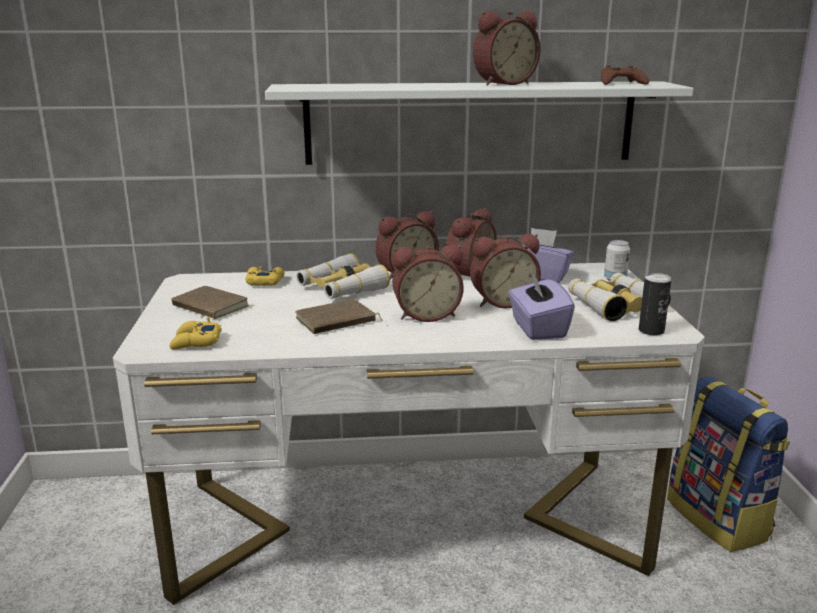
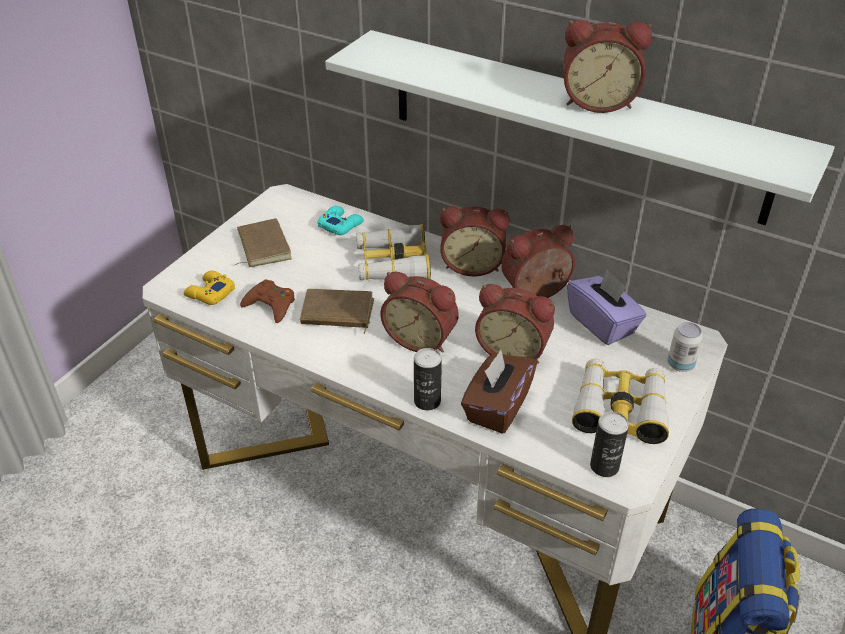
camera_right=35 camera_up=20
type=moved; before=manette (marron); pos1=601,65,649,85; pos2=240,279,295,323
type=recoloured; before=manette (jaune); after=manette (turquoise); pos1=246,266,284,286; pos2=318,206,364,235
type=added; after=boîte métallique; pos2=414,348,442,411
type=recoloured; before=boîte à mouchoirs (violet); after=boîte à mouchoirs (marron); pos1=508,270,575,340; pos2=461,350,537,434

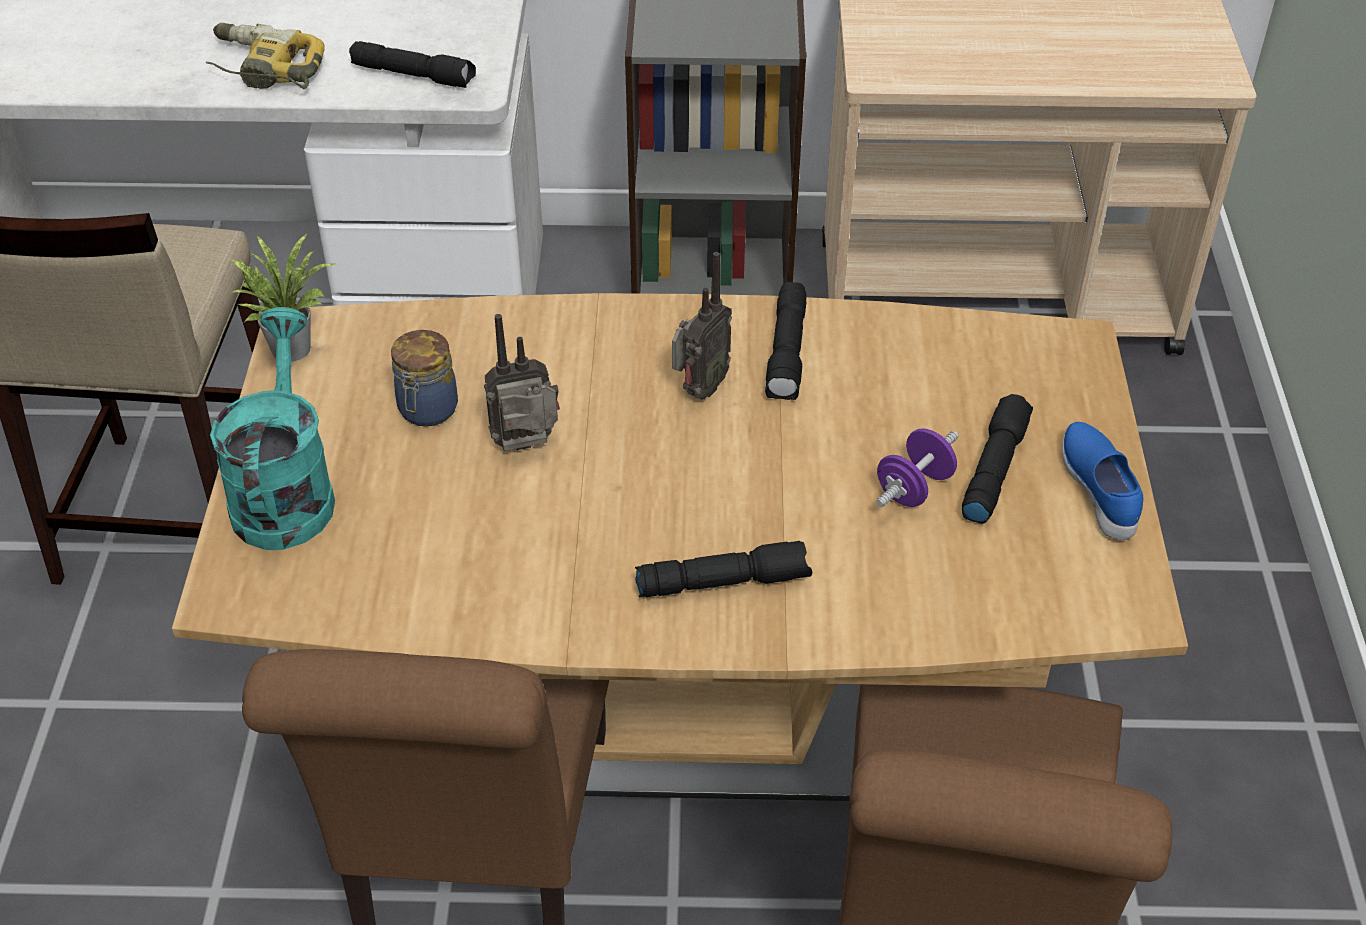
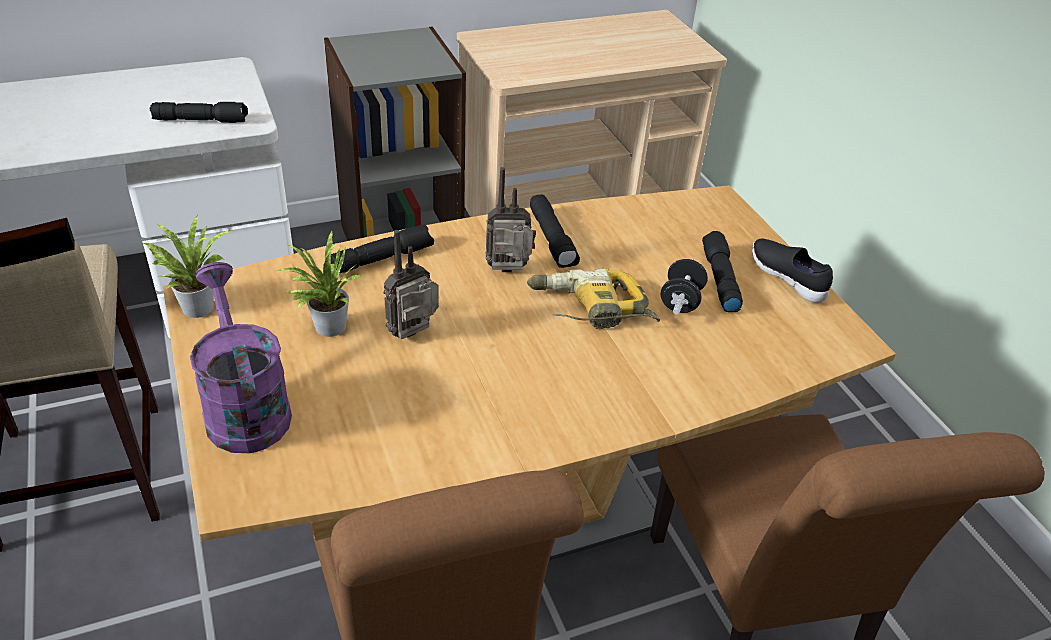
camera_right=-25 camera_up=-5
type=recoloured; before=arrosoir (turquoise); after=arrosoir (violet); pos1=210,307,335,550; pos2=190,262,292,453
type=replaced; before=bocal; after=plante en pot; pos1=391,330,458,427; pos2=277,231,363,337
type=moved; before=lampe de poche (noir); pos1=635,541,812,597; pos2=331,224,434,274
type=turned; before=radio; pos1=672,252,732,399; pos2=485,167,536,272; turn=-105
type=moved; before=perceuse; pos1=206,23,325,89; pos2=527,268,660,329
type=recoloured; before=haltère (violet); after=haltère (noir); pos1=876,428,958,507; pos2=661,259,708,315
type=recoloured; before=chaussure (bleu); after=chaussure (noir); pos1=1062,422,1143,541; pos2=752,239,833,303

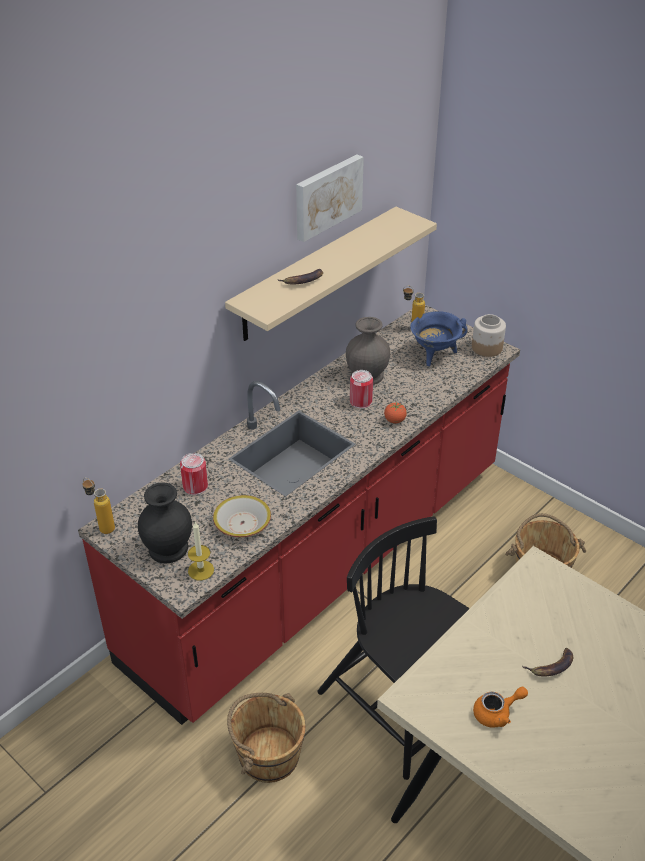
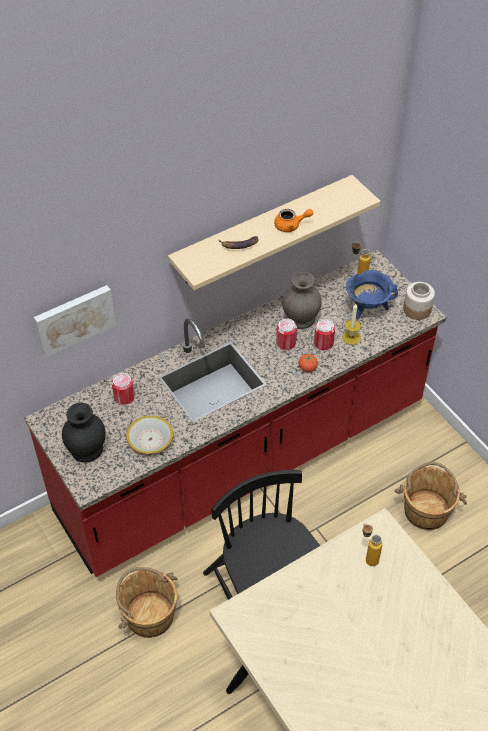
camera_right=15 camera_up=10
type=moved; before=tableau; pos1=296,155,364,242; pos2=34,285,116,358
type=moved; before=théière (orange); pos1=473,687,528,728; pos2=274,209,313,232
type=added; after=boîte métallique; pos2=314,319,335,351
type=moved; before=bougie; pos1=188,522,214,580; pos2=342,304,361,345
type=moved; before=bouteille; pos1=82,478,115,534; pos2=363,523,382,566
type=removed; before=banane; pos1=522,648,573,677

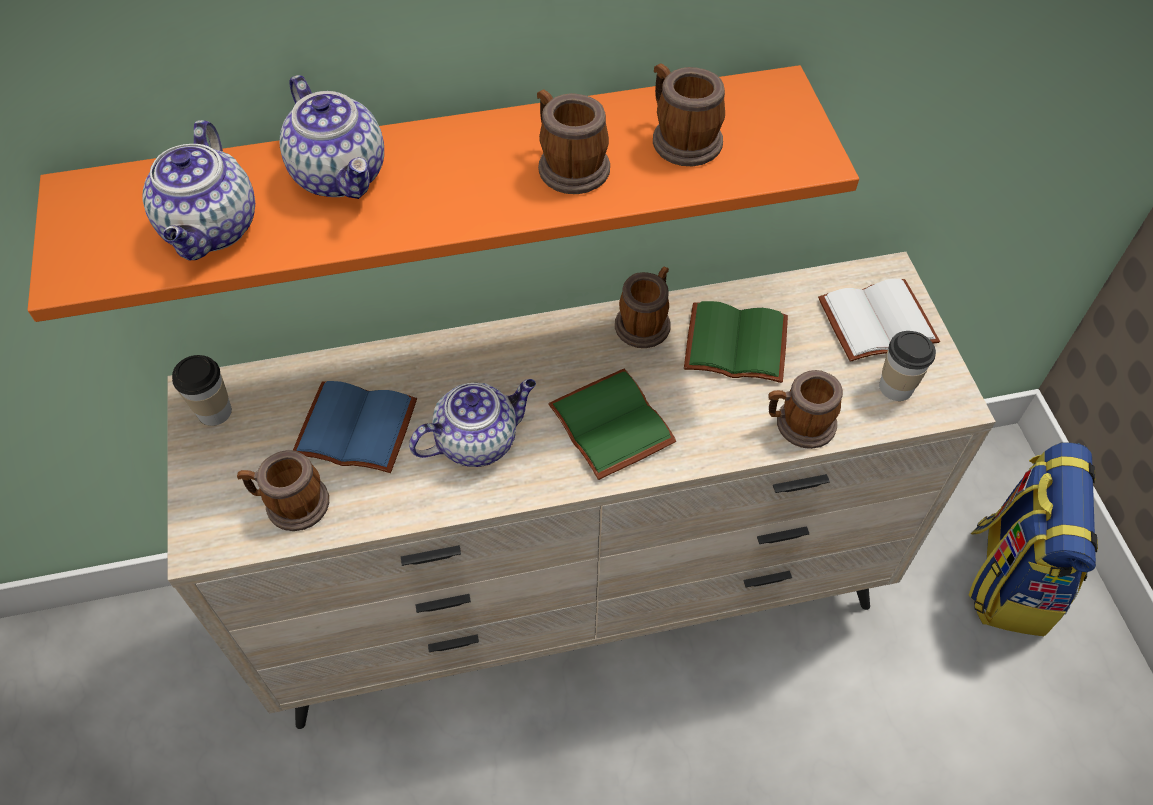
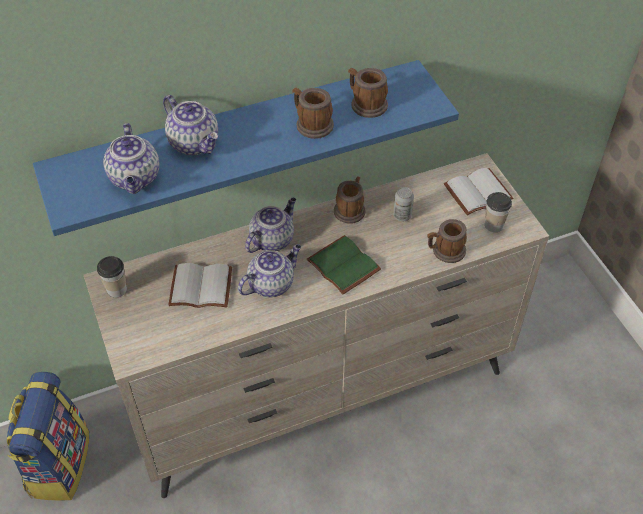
camera_right=-10 camera_up=-5
type=moved; before=sac à dos; pos1=968,442,1098,636; pos2=7,372,89,501
type=recoloured; before=étagère (orange); after=étagère (bleu); pos1=28,65,859,322; pos2=33,60,459,236
type=recoloured; before=livre (bleu); after=livre (blanc); pos1=293,381,417,473; pos2=168,263,232,308
type=added; after=théière; pos2=245,198,296,253
type=replaced; before=livre (vert); after=boîte métallique; pos1=684,301,788,383; pos2=393,187,414,221
type=removed; before=mug; pos1=237,450,329,531

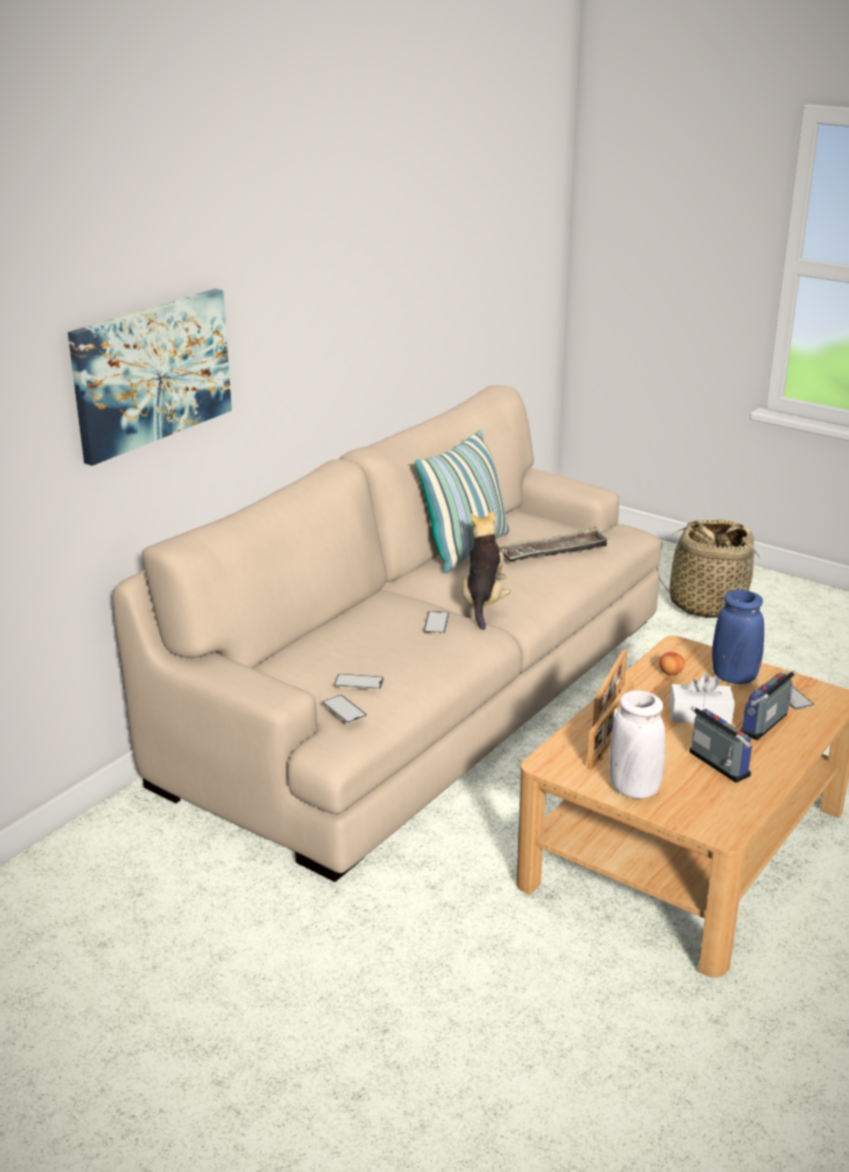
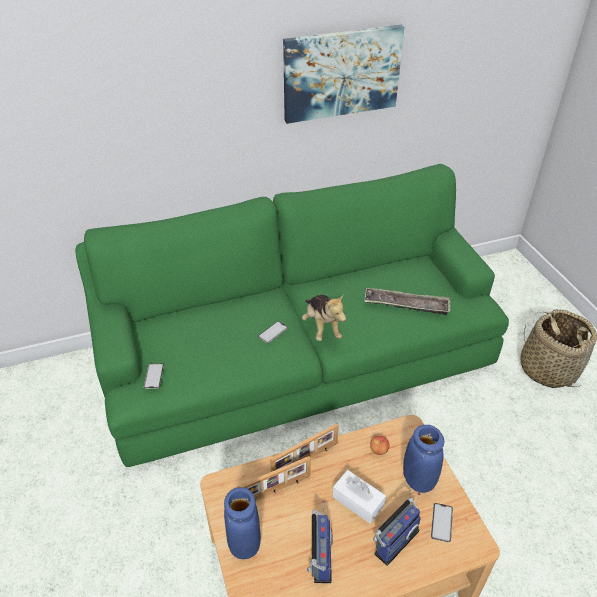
camera_right=35 camera_up=15
type=recoloured; before=canapé (beige); after=canapé (vert); pos1=113,385,662,882; pos2=75,164,509,467
type=recoloured; before=vase (blanc); after=vase (bleu); pos1=609,690,665,799; pos2=224,487,261,559
type=moved; before=tableau; pos1=68,289,232,466; pos2=283,25,405,124
type=turned; before=peluche; pos1=462,511,511,630; pos2=302,295,346,341; turn=120
type=turned; before=radio; pos1=740,664,797,740; pos2=373,493,421,566; turn=150
type=removed; before=téléphone; pos1=334,674,384,690
type=removed; before=coussin; pos1=415,429,510,574

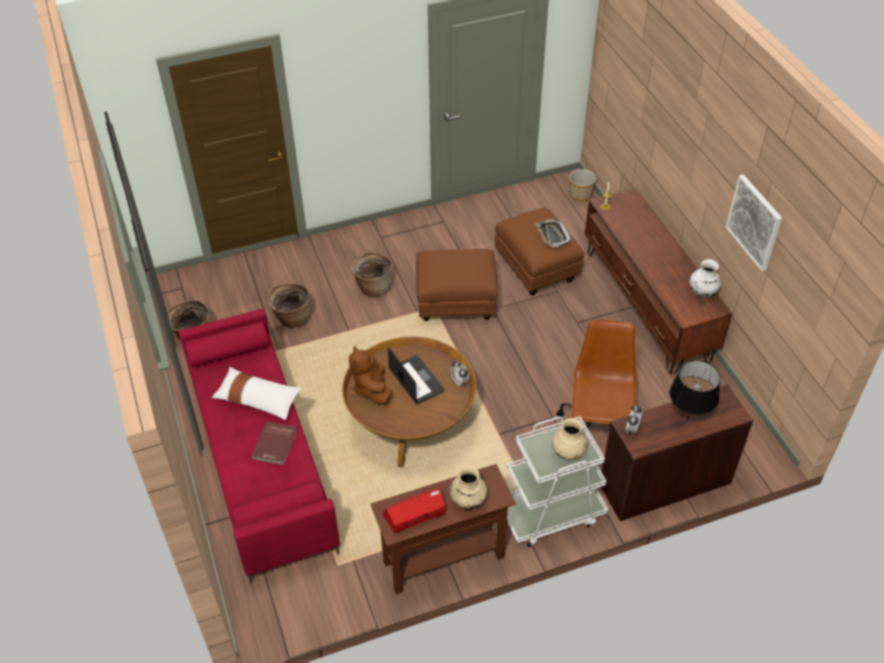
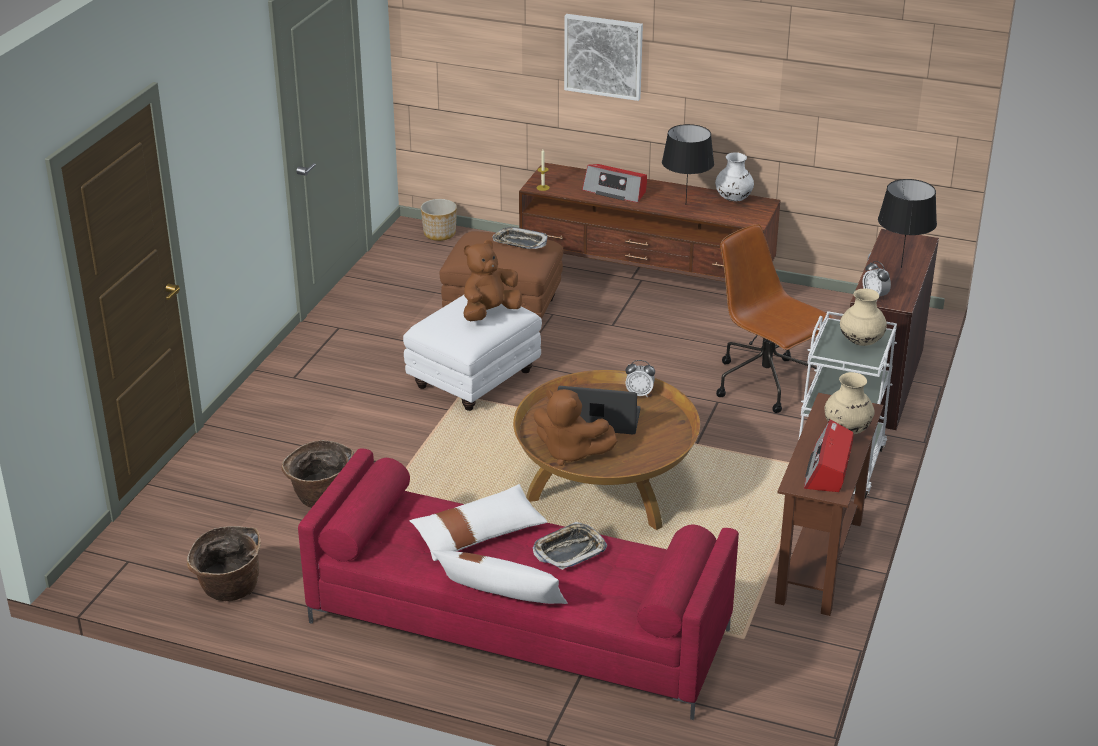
camera_right=-50 camera_up=-15
type=recoloured; before=pouf (marron); after=pouf (blanc); pos1=416,249,498,321; pos2=403,295,542,411
type=added; after=coussin (blanc); pos2=432,550,567,604
type=added; after=peluche (marron); pos2=463,240,522,321
type=replaced; before=livre (rouge); after=plateau; pos1=251,421,297,465; pos2=533,522,607,570
type=moved; before=tableau; pos1=725,174,782,271; pos2=564,14,643,101
type=added; after=radio; pos2=582,164,647,203
type=added; after=lampe de table (noir); pos2=662,124,714,200
type=removed; before=panier; pos1=352,251,392,296

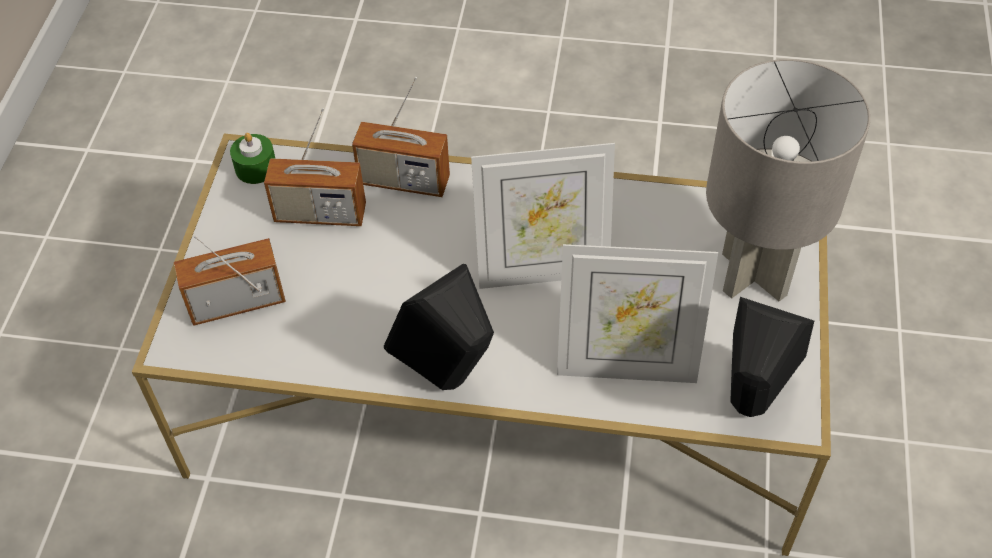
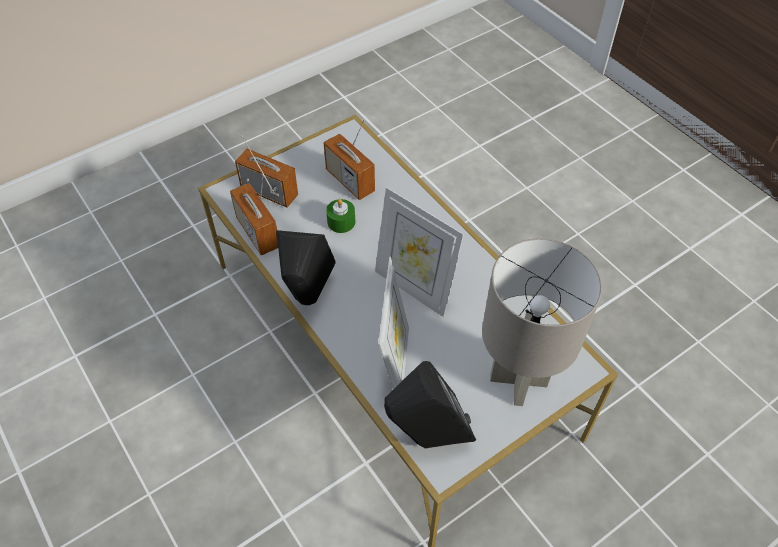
camera_right=45 camera_up=0
type=moved; before=radio; pos1=352,77,450,197; pos2=230,174,278,255
type=moved; before=bougie (vert); pos1=230,133,276,184; pos2=326,199,355,233
type=turned; before=cadre photo; pos1=557,244,718,383; pos2=378,257,409,389; turn=-135

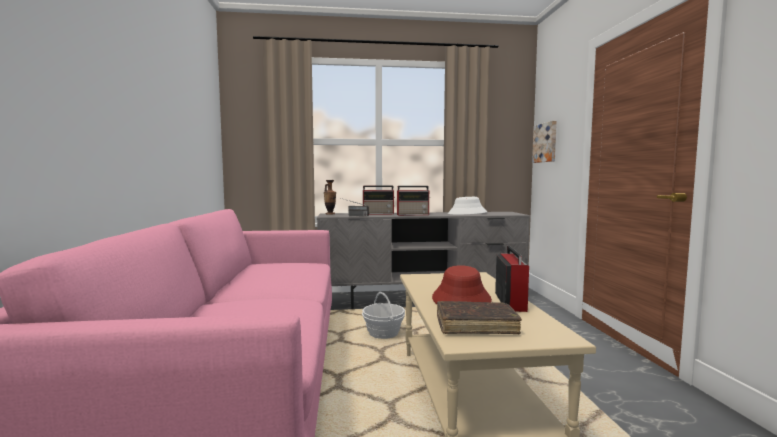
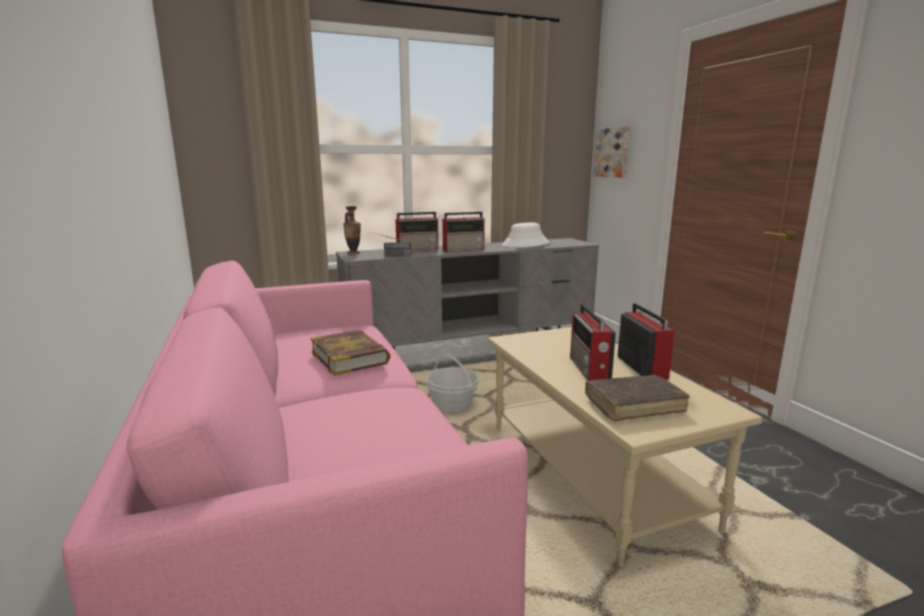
camera_right=-15 camera_up=10
type=added; after=livre; pos2=310,330,390,376
type=replaced; before=chapeau (rouge); after=radio; pos1=432,265,492,304; pos2=570,304,616,381

